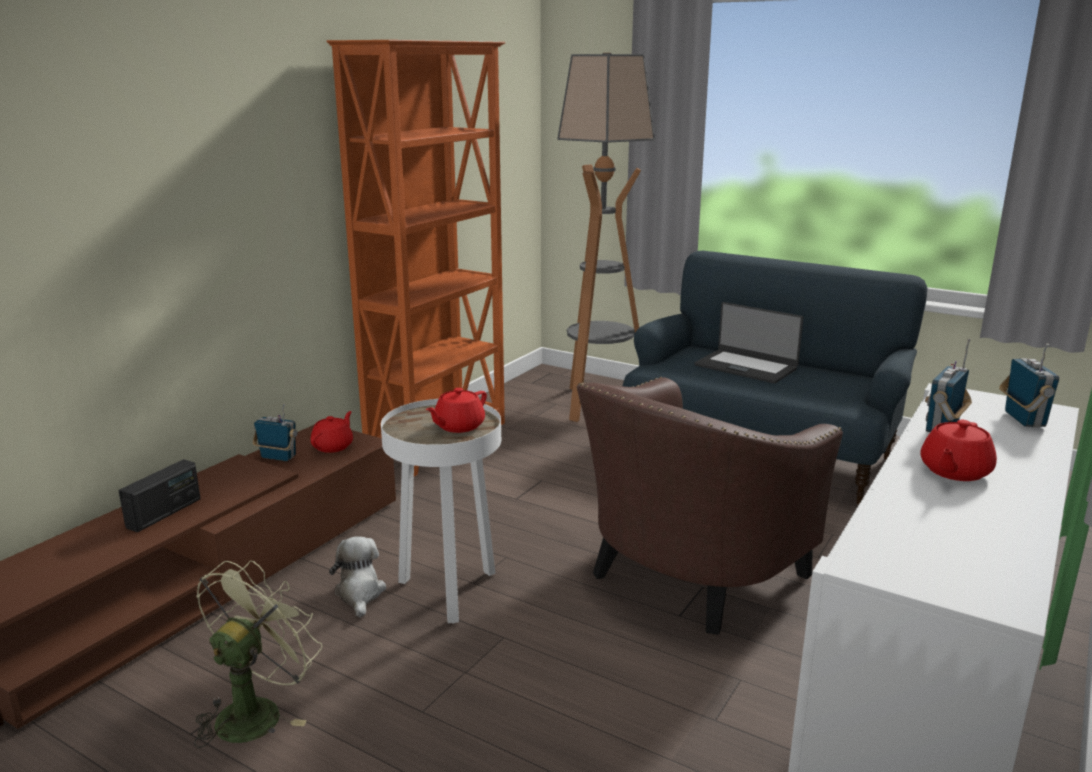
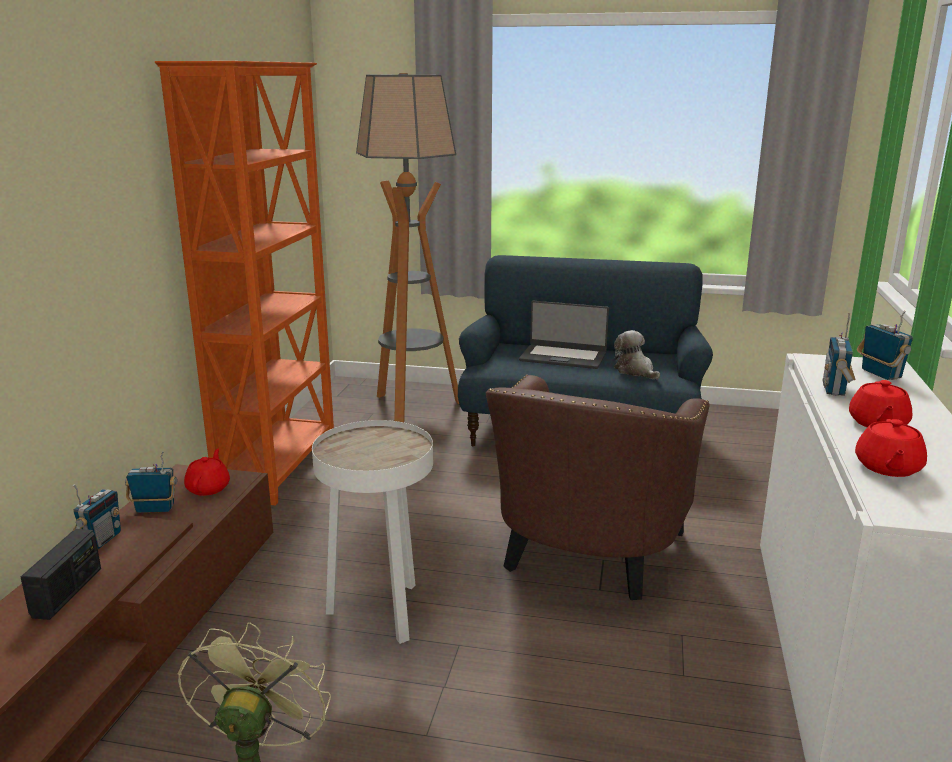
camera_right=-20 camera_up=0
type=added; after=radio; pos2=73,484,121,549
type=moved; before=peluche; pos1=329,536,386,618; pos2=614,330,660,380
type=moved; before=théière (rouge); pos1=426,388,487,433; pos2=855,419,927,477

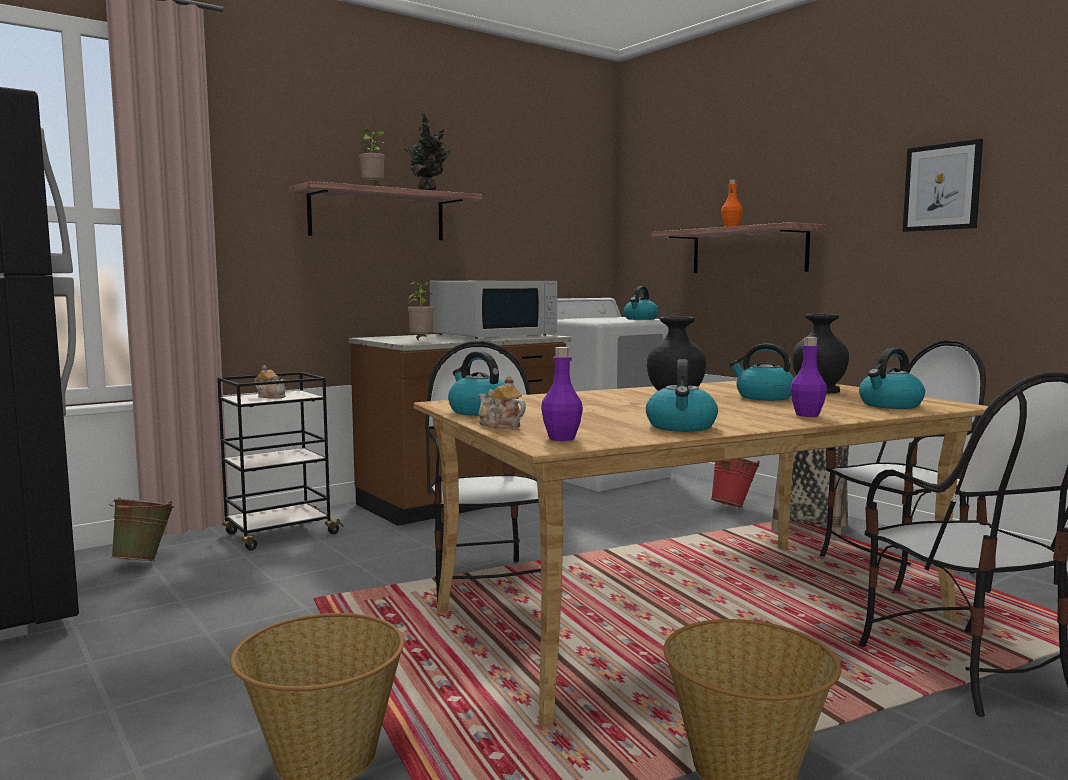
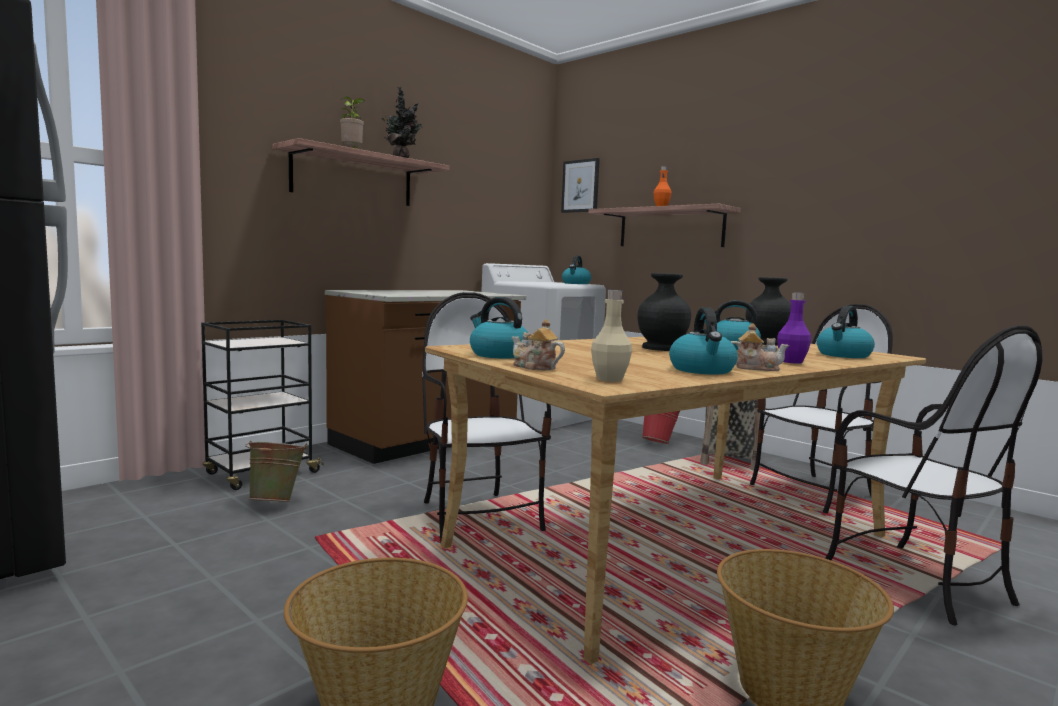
camera_right=-10 camera_up=0
type=moved; before=seau (vert); pos1=109,498,174,561; pos2=245,441,307,502
type=moved; before=tableau; pos1=903,139,983,232; pos2=561,158,600,213
type=recoloured; before=bouteille (violet); after=bouteille (beige); pos1=541,347,583,441; pos2=591,290,632,382
type=moved; before=théière; pos1=254,365,286,399; pos2=731,323,789,371
type=removed; before=plante en pot; pos1=408,281,434,340
type=removed; before=micro-ondes (blanc); pos1=429,281,557,339

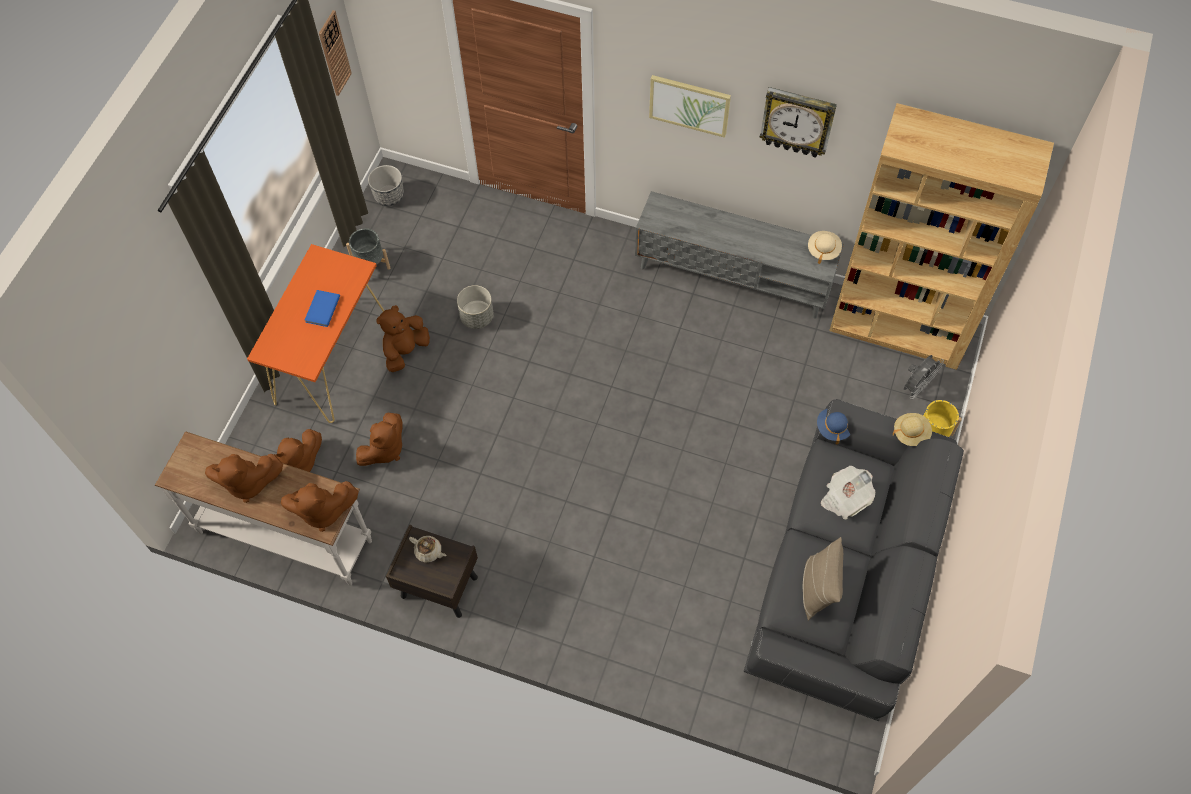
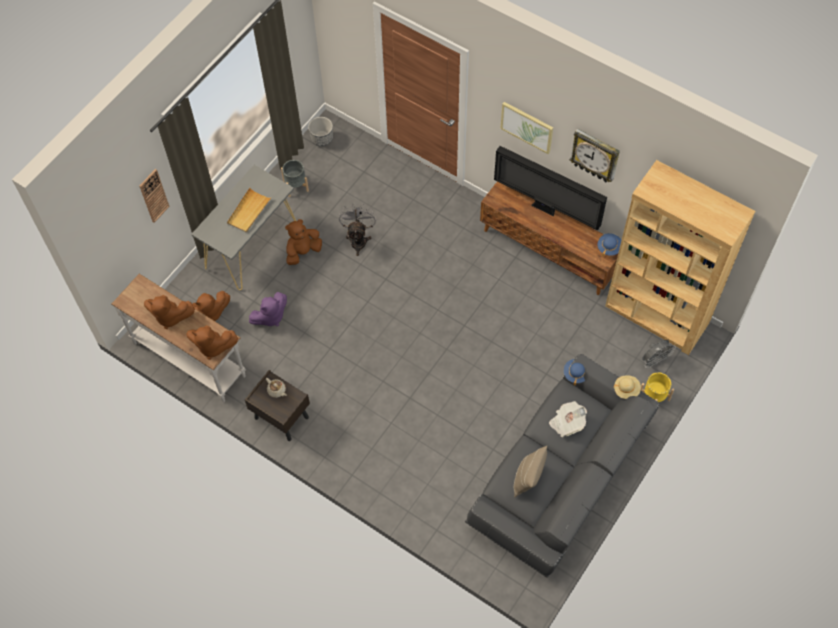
camera_right=15 camera_up=0
type=moved; before=horloge murale; pos1=319,10,352,96; pos2=139,169,170,223
type=recoloured; before=table console (orange); after=table console (gris); pos1=247,244,384,423; pos2=191,165,296,290
type=replaced; before=livre (bleu); after=plateau (beige); pos1=305,290,340,327; pos2=227,188,272,233
type=recoloured; before=peluche (marron); after=peluche (violet); pos1=356,413,403,466; pos2=249,292,287,327
type=replaced; before=cache-pot (gris); after=ventilateur (gris); pos1=457,285,494,329; pos2=339,203,376,256
type=recoloured; before=meuble télé (gris); after=meuble télé (marron); pos1=635,191,844,319; pos2=480,182,618,295
type=added; after=téléviseur; pos2=494,146,607,230
type=recoloured; before=chapeau (beige); after=chapeau (bleu); pos1=808,231,842,264; pos2=597,233,622,257

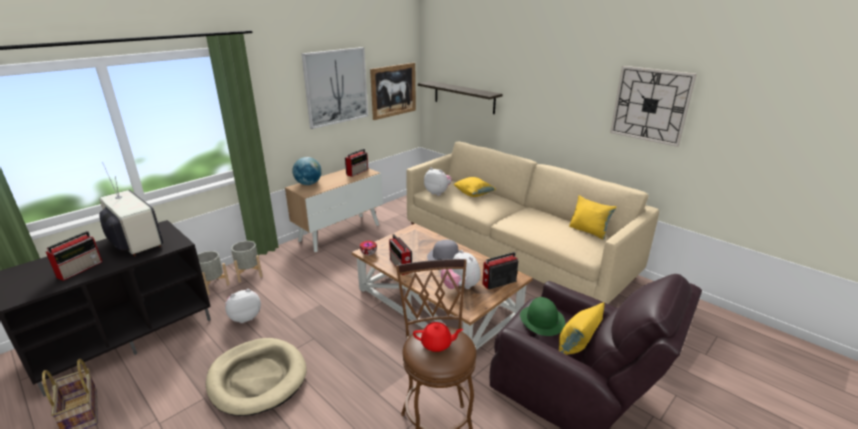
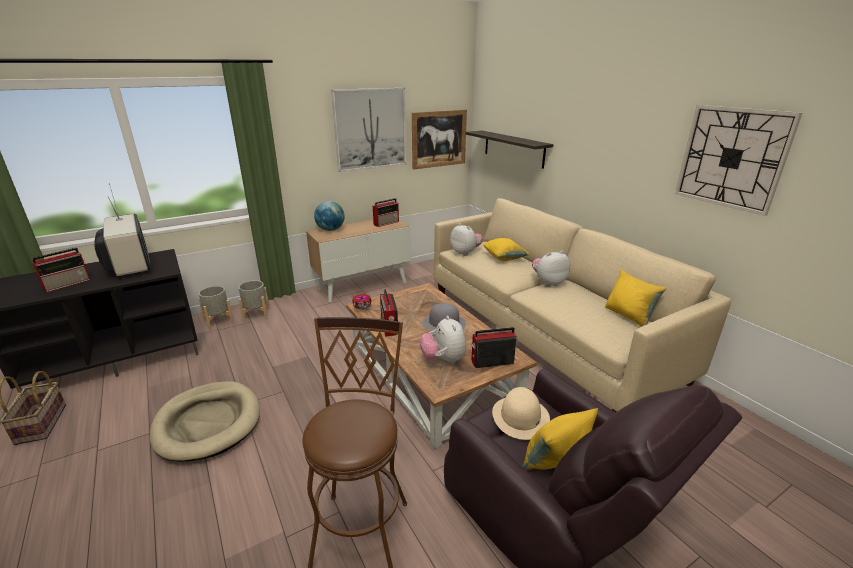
camera_right=15 camera_up=0
type=recoloured; before=chapeau (vert); after=chapeau (beige); pos1=520,297,565,336; pos2=492,387,550,440
type=moved; before=peluche; pos1=225,289,261,323; pos2=532,251,571,287
type=removed; before=théière (rouge); pos1=413,322,463,352

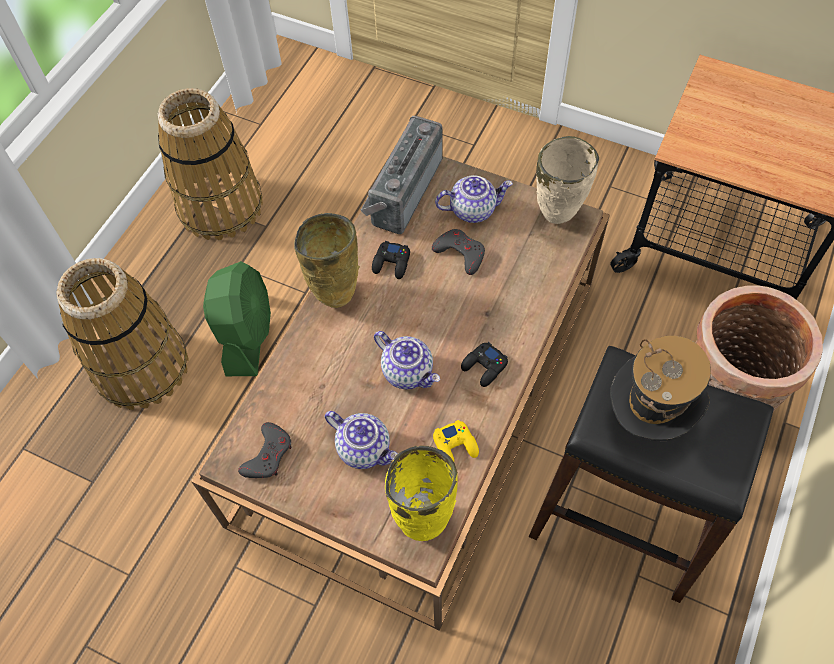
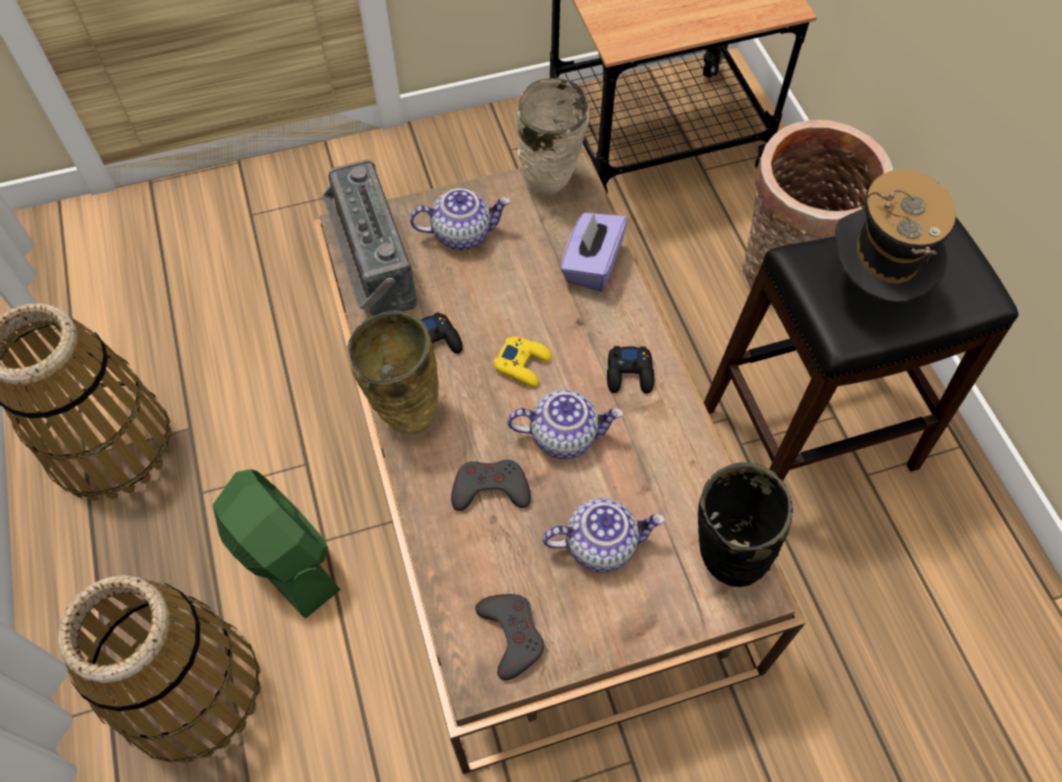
camera_right=-45 camera_up=0
type=turned; before=théière; pos1=435,175,513,223; pos2=410,188,510,250; turn=45
type=moved; before=manette (gris); pos1=432,229,485,275; pos2=451,460,531,511
type=moved; before=manette (jaune); pos1=433,420,479,462; pos2=494,336,552,387
type=added; after=boîte à mouchoirs (violet); pos2=560,213,627,292
type=recoloured; before=vase (jaune); after=vase (noir); pos1=385,445,458,541; pos2=698,462,793,587

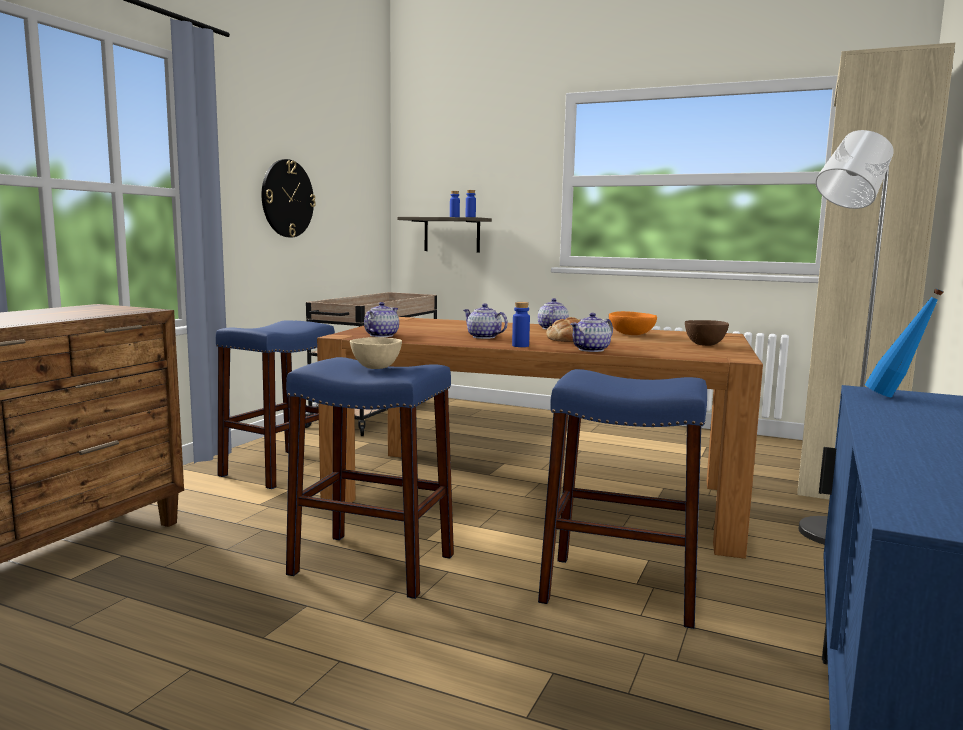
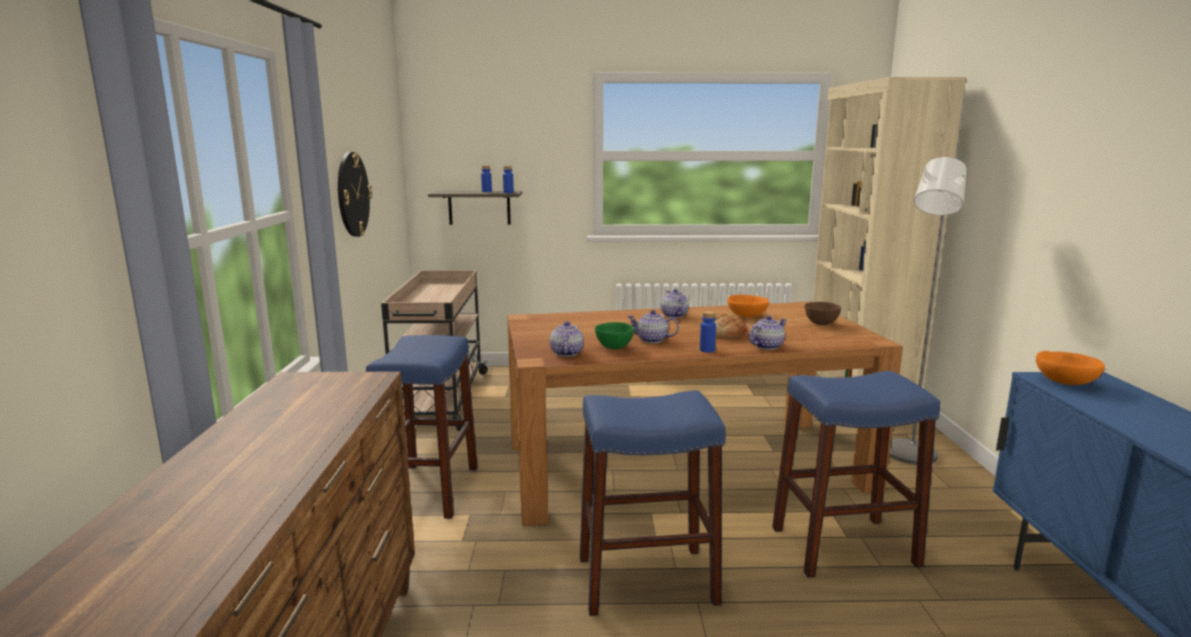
camera_right=-25 camera_up=5
type=added; after=bol (vert); pos2=595,322,634,349
type=turned; before=théière; pos1=571,313,613,352; pos2=749,316,787,350; turn=-150
type=replaced; before=bouteille (bleu); after=bol (orange); pos1=865,288,944,397; pos2=1036,351,1105,385
type=removed; before=bol (beige); pos1=350,337,402,369

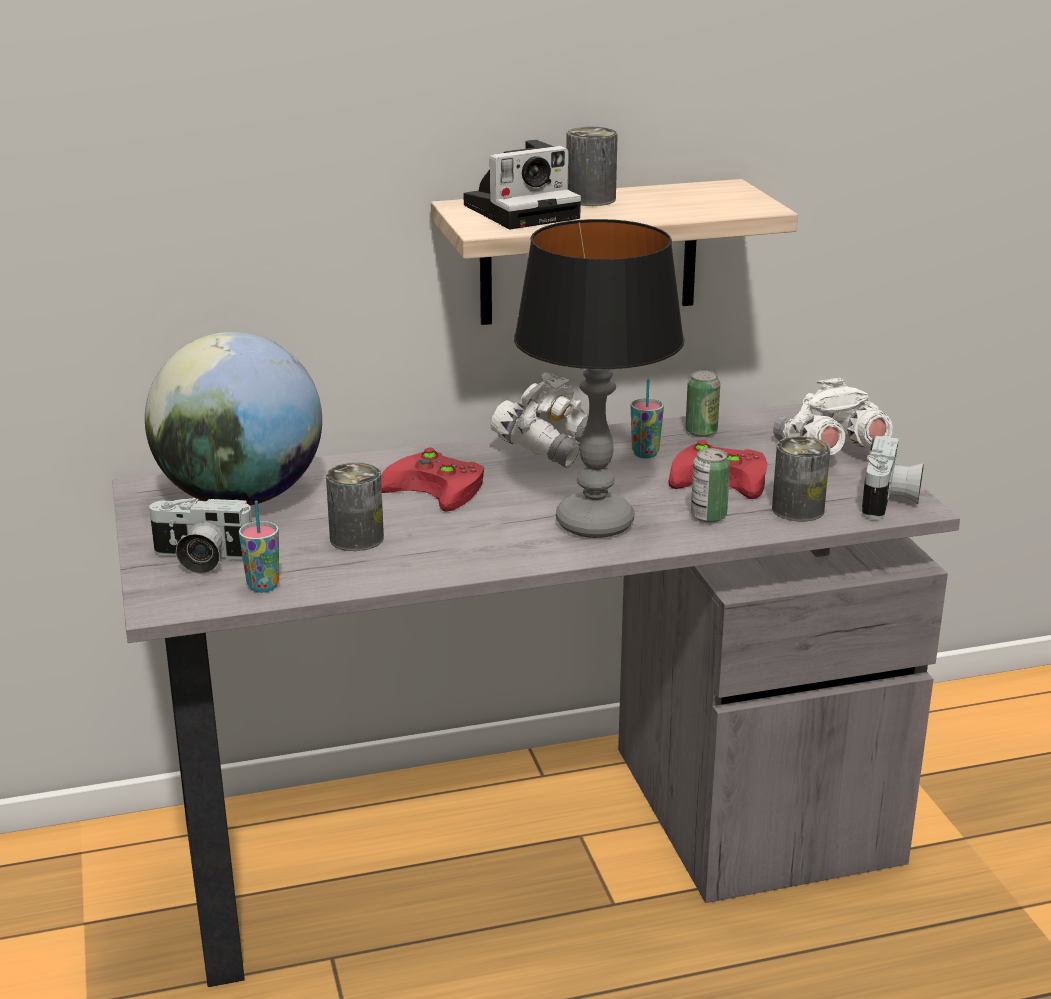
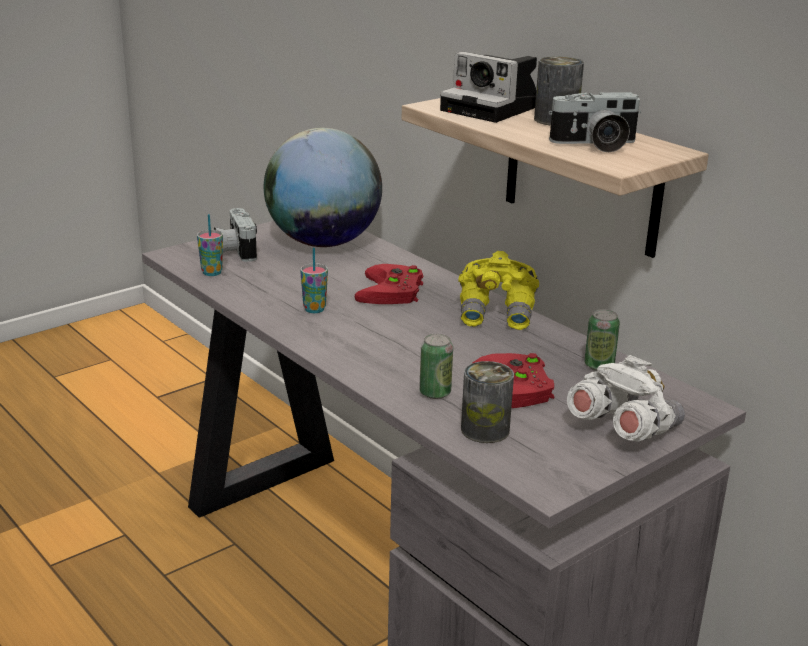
camera_right=65 camera_up=0
type=moved; before=tasse; pos1=631,379,664,458; pos2=300,248,328,313
type=recoloured; before=jumelles (blanc); after=jumelles (jaune); pos1=490,373,588,468; pos2=458,251,539,330
type=moved; before=appareil photo; pos1=862,435,924,519; pos2=549,92,641,152
type=removed; before=boîte métallique; pos1=326,462,384,551
type=removed; before=lampe de table; pos1=514,219,684,538

